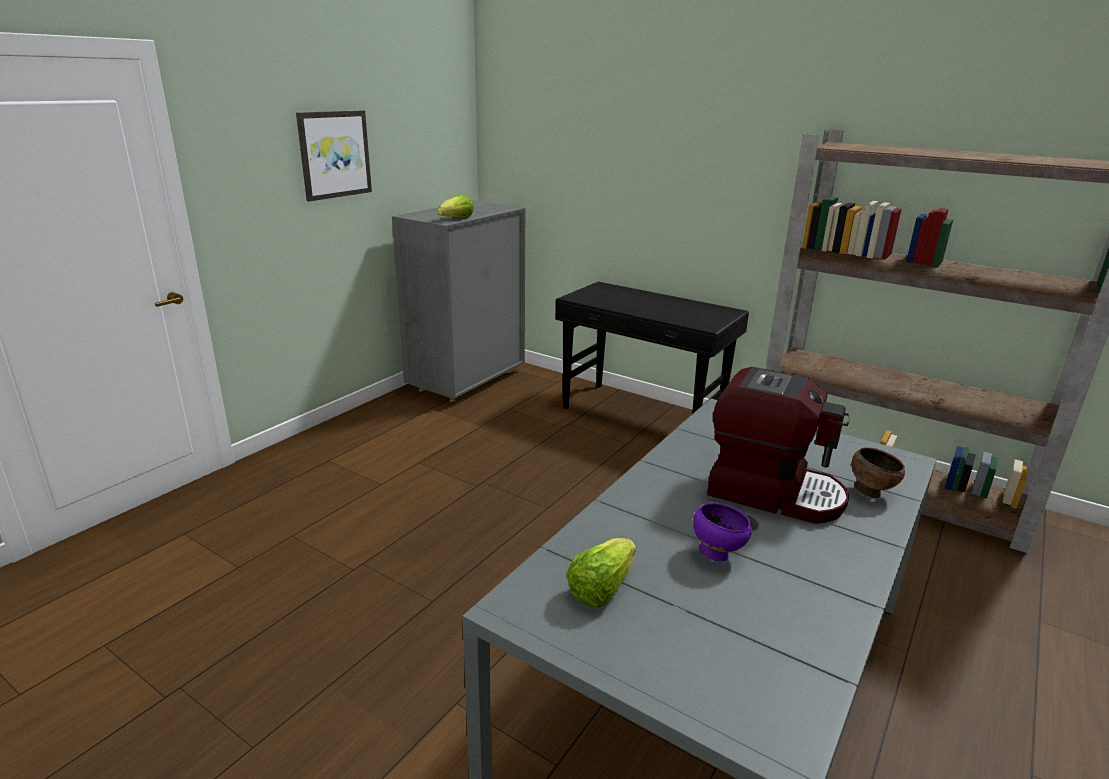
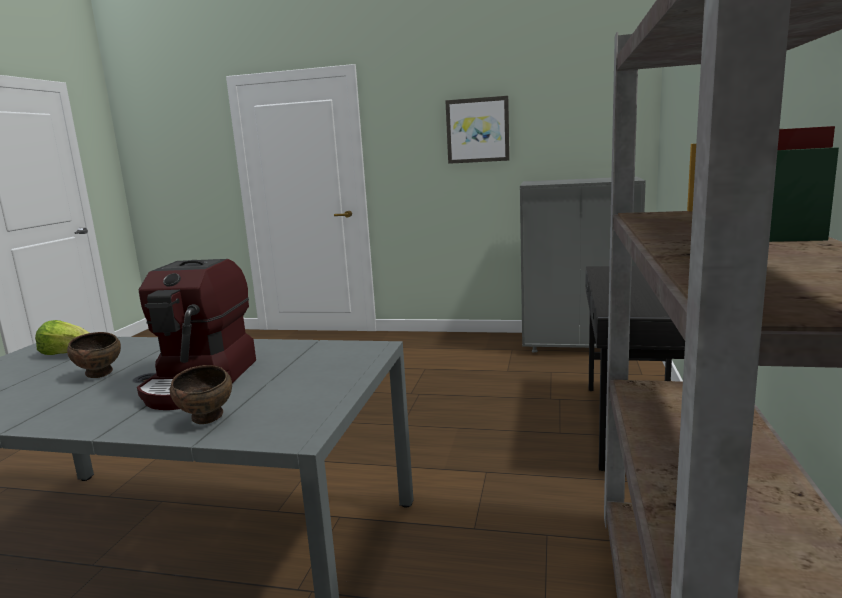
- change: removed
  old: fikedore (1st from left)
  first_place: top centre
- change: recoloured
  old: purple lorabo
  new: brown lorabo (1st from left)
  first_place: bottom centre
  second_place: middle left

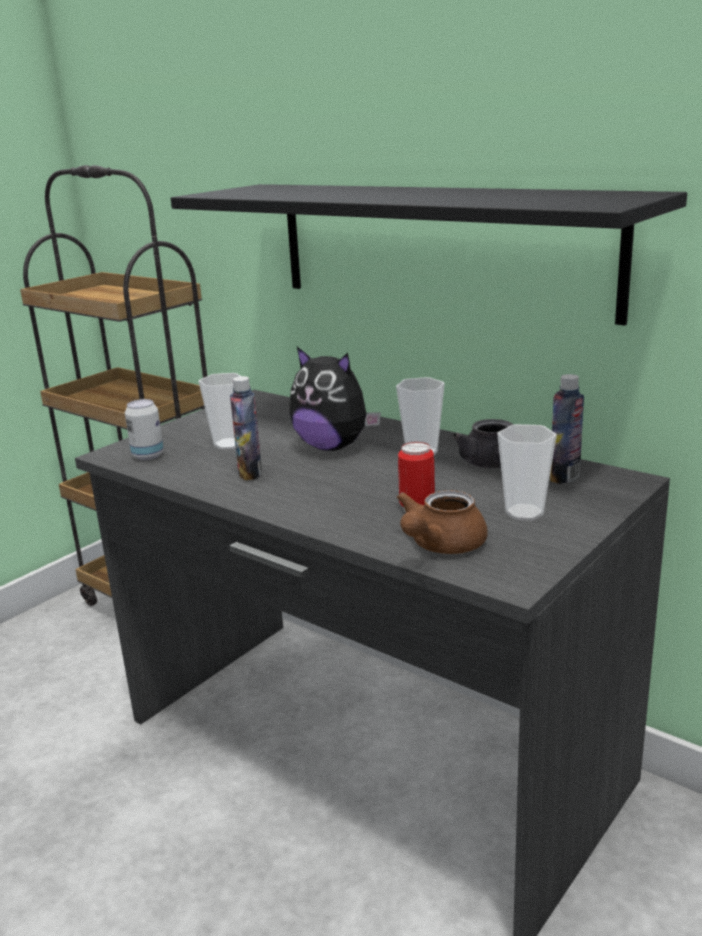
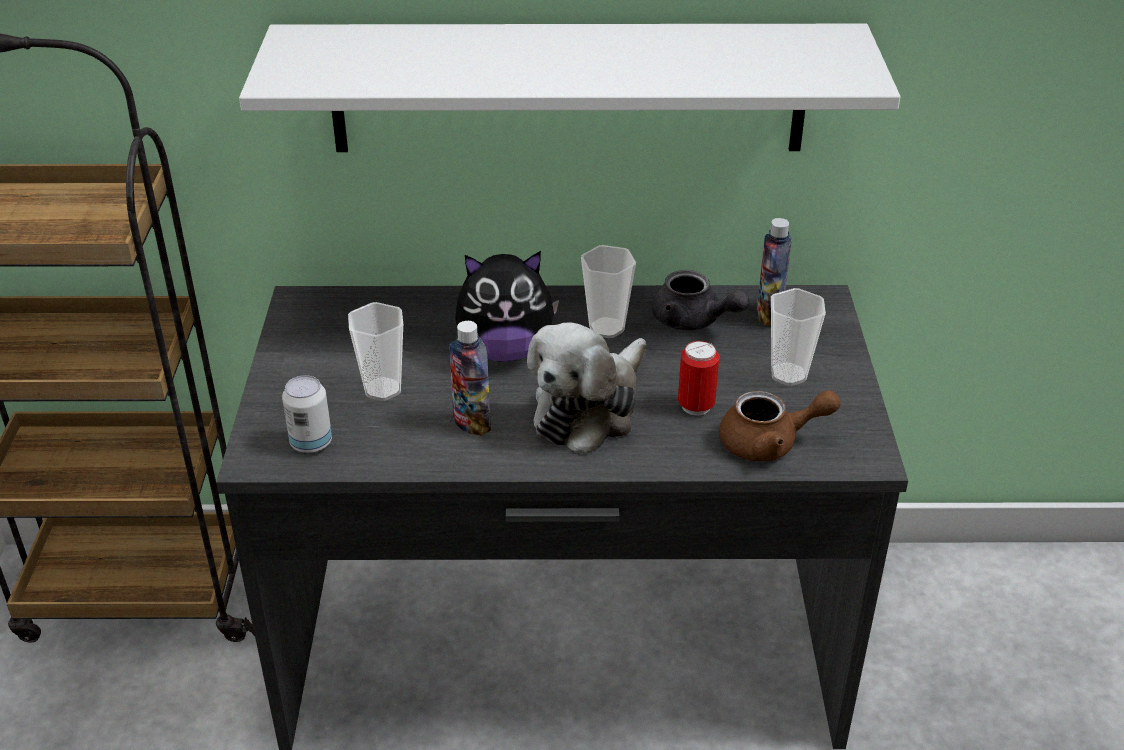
- change: recoloured
  old: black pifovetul
  new: white pifovetul
  first_place: top centre
  second_place: top centre
- change: turned
  old: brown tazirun
  first_place: centre
  second_place: middle right
  degrees: -90
- change: added
  new: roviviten (2nd from left)
  second_place: centre

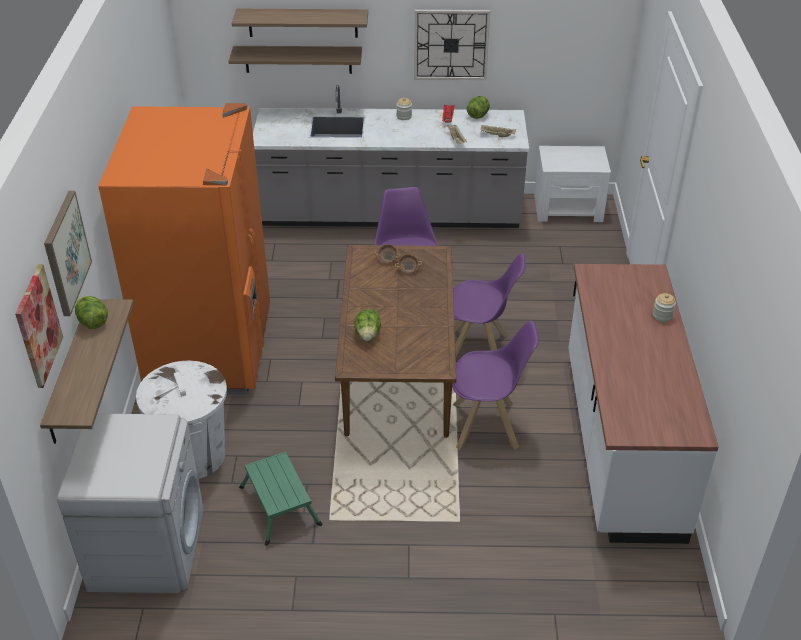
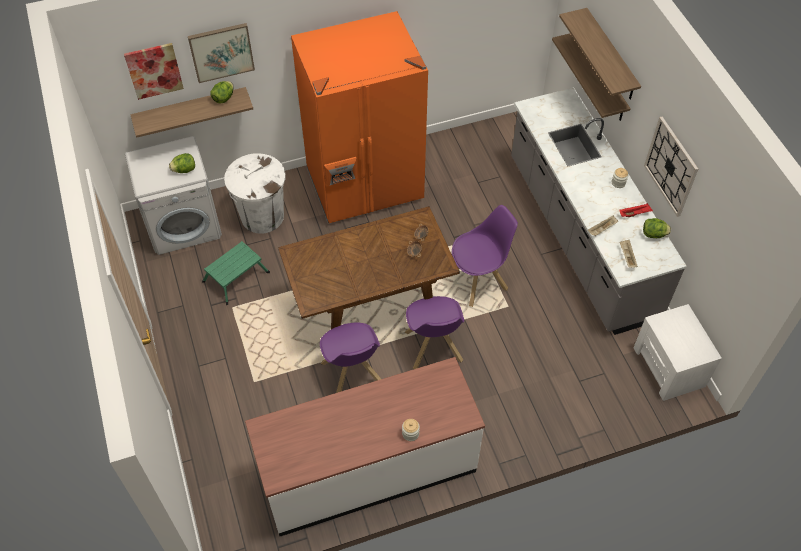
- change: moved
  old: fikedore (2nd from left in the first image)
  new: fikedore (1st from left)
  first_place: centre
  second_place: top left

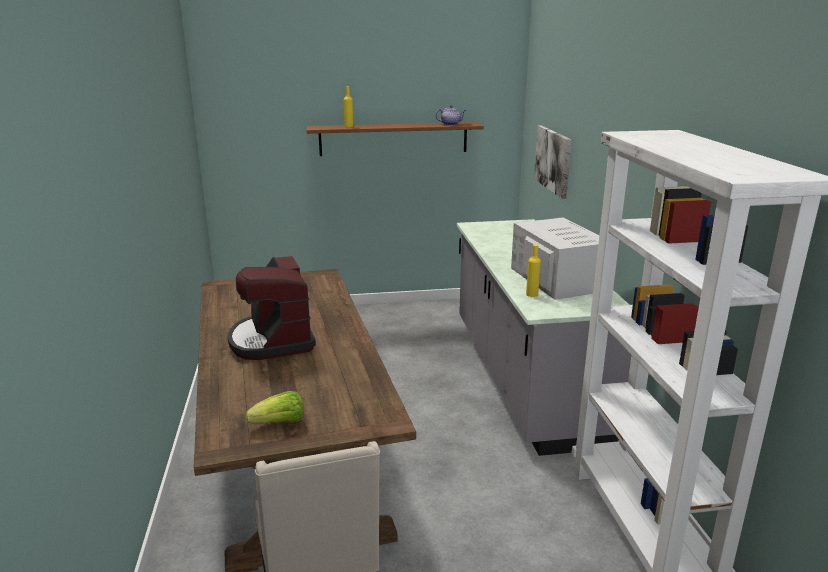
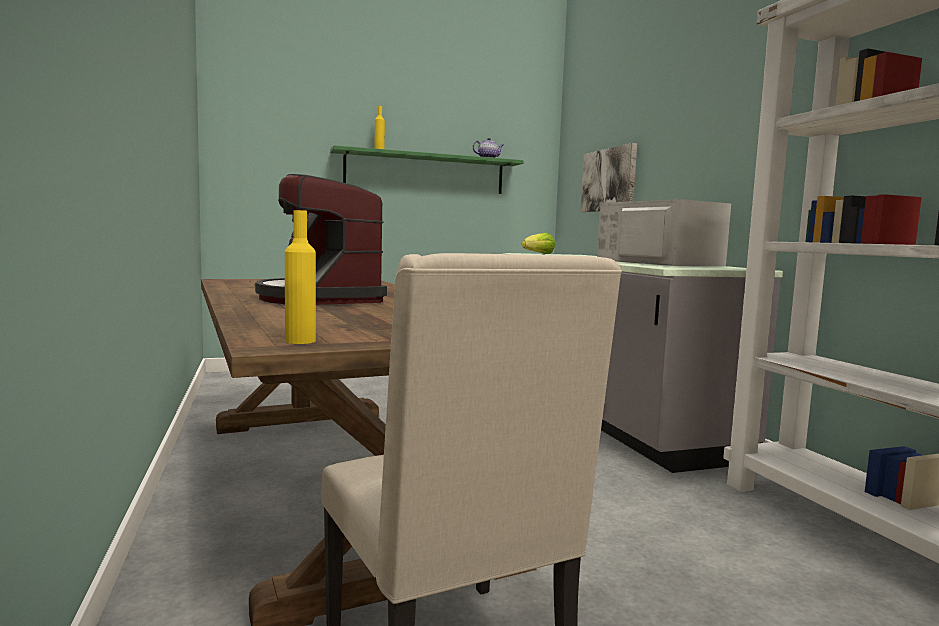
- change: recoloured
  old: brown pifovetul
  new: green pifovetul
  first_place: top centre
  second_place: top centre
- change: moved
  old: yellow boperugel (2nd from left in the first image)
  new: yellow boperugel (1st from left)
  first_place: centre
  second_place: middle left
- change: moved
  old: fikedore
  first_place: bottom left
  second_place: centre

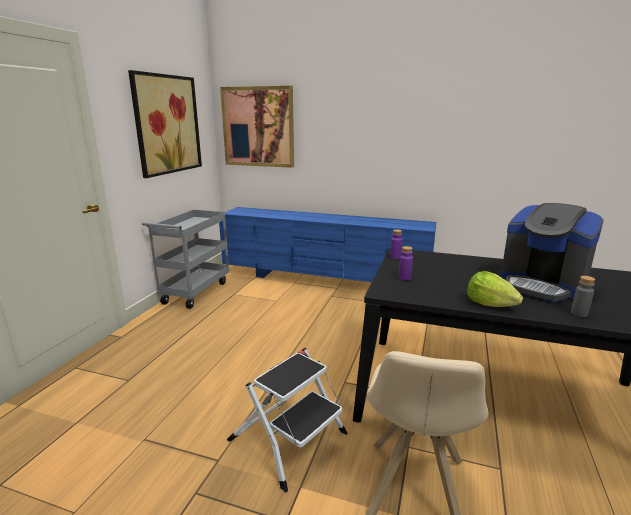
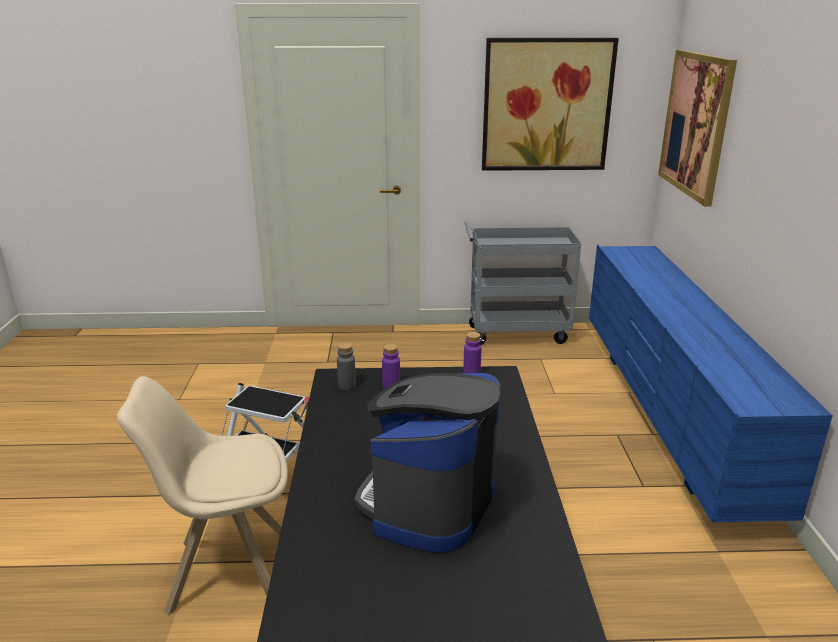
- change: removed
  old: fikedore
  first_place: middle right
- change: moved
  old: grey boperugel
  first_place: middle right
  second_place: centre

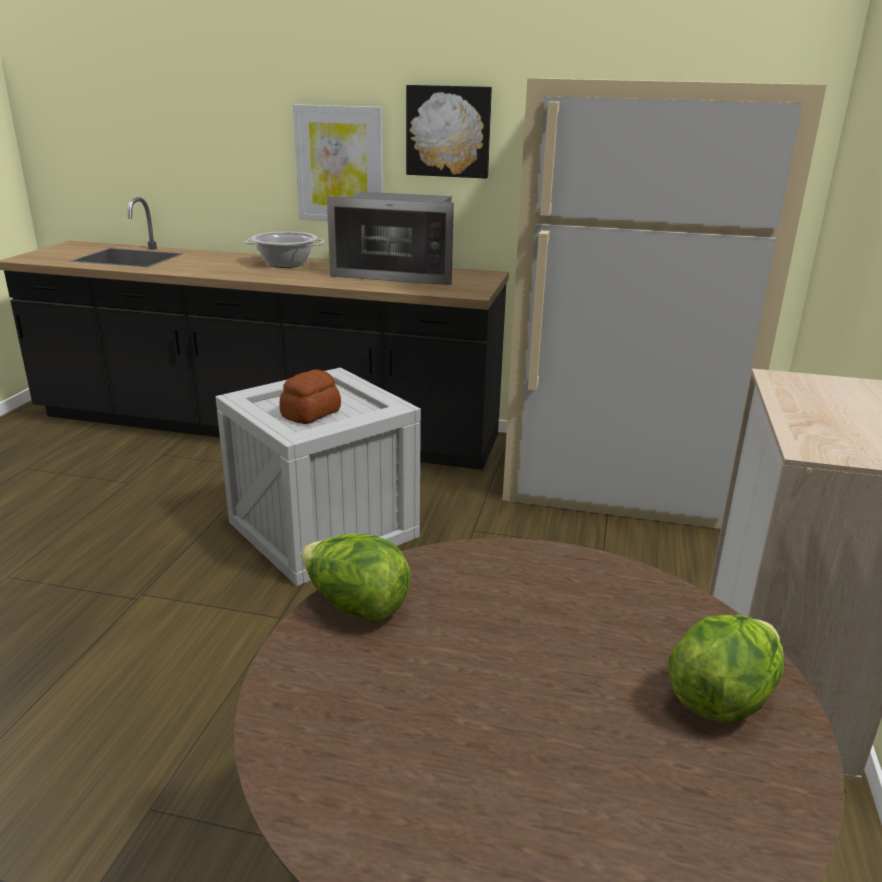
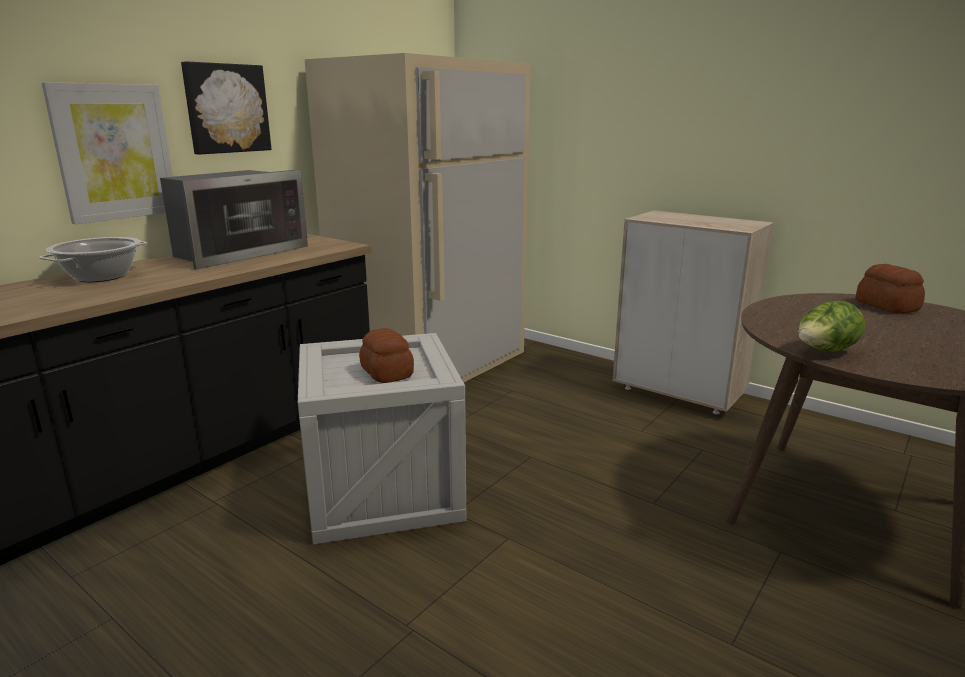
- change: replaced
  old: fikedore (2nd from left)
  new: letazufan (2nd from left)
  first_place: bottom right
  second_place: middle right

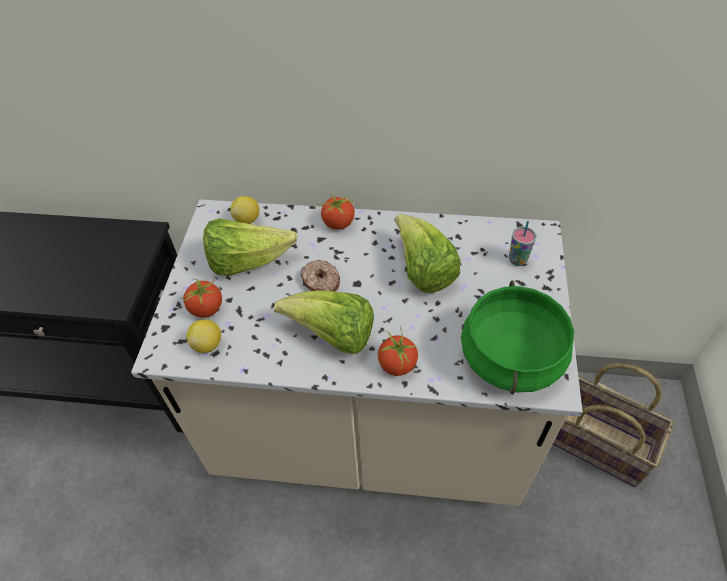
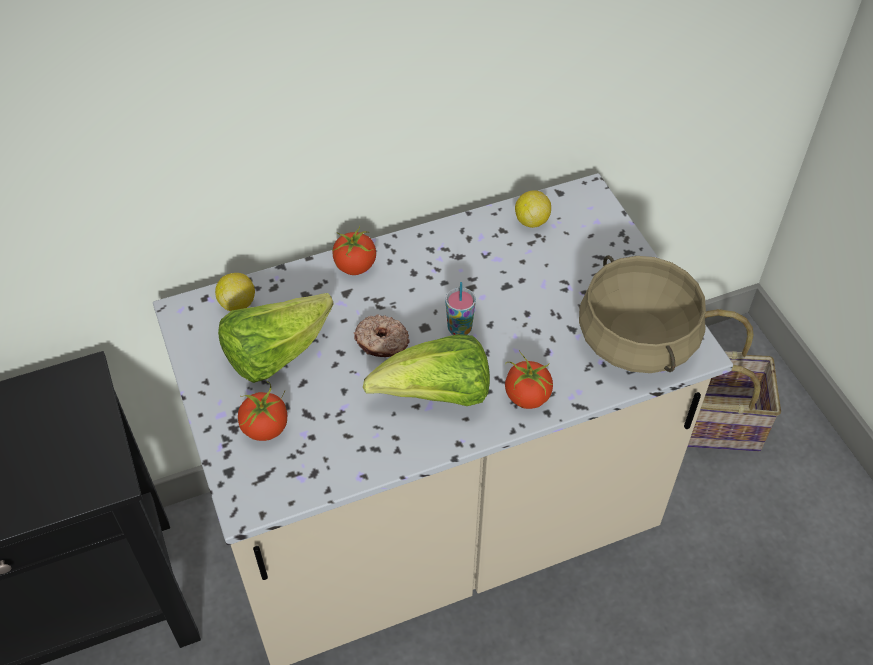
- change: removed
  old: fikedore (3rd from left)
  first_place: centre
- change: moved
  old: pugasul
  first_place: middle right
  second_place: centre
- change: recoloured
  old: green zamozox
  new: beige zamozox
  first_place: middle right
  second_place: middle right
- change: moved
  old: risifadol (1st from left in the first image)
  new: risifadol (2nd from left)
  first_place: middle left
  second_place: top centre

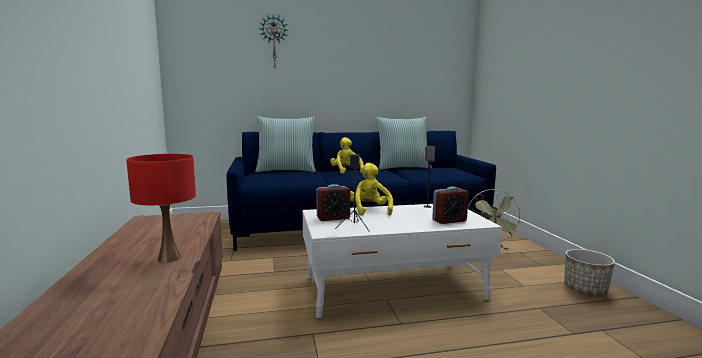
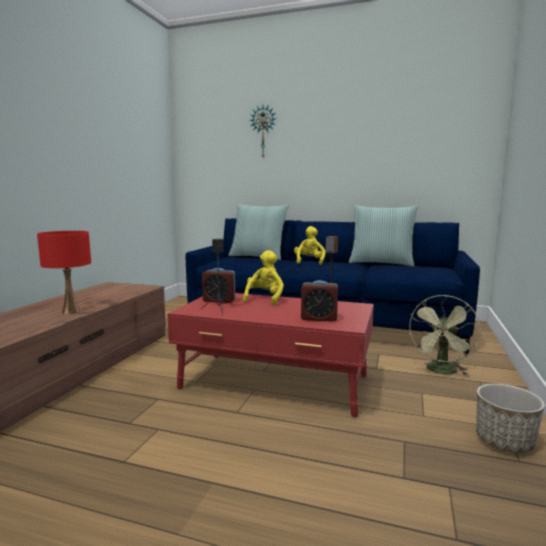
- change: recoloured
  old: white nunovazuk
  new: red nunovazuk
  first_place: bottom centre
  second_place: centre

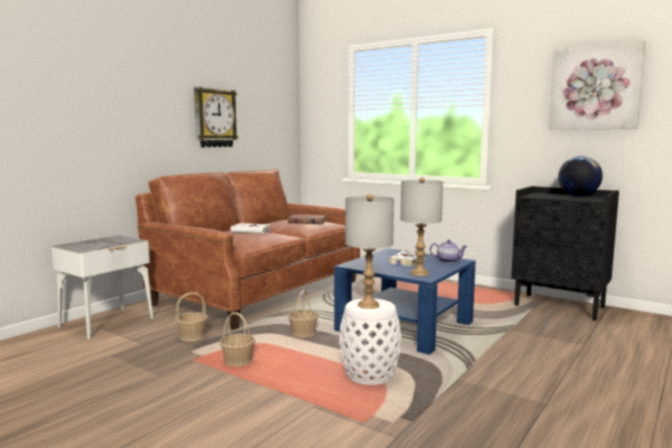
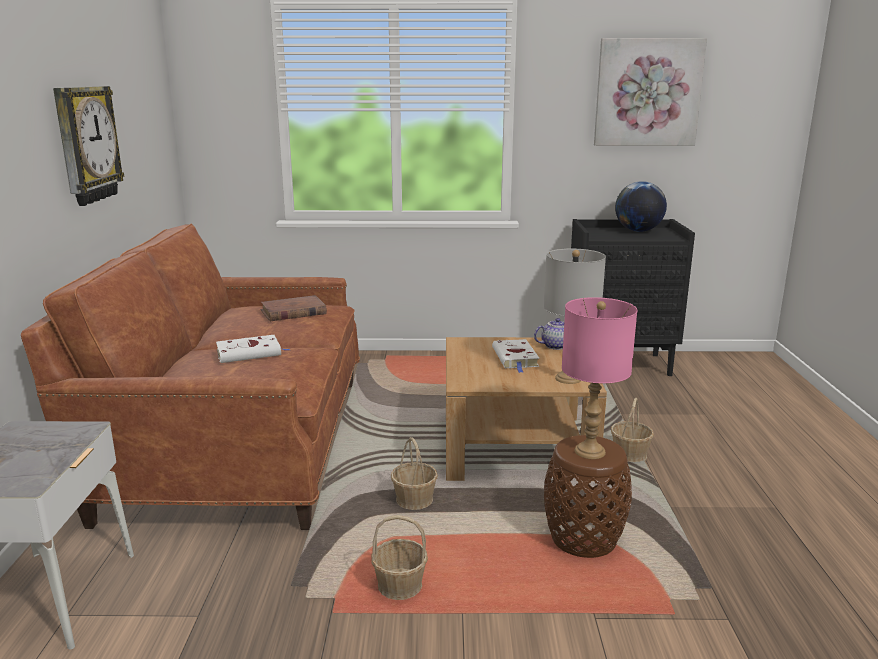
- change: recoloured
  old: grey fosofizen (1st from left)
  new: pink fosofizen
  first_place: centre
  second_place: middle right
- change: recoloured
  old: blue nunovazuk
  new: brown nunovazuk
  first_place: bottom centre
  second_place: centre
- change: moved
  old: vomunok (1st from left in the first image)
  new: vomunok (3rd from left)
  first_place: bottom left
  second_place: middle right
- change: recoloured
  old: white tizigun
  new: brown tizigun
  first_place: bottom centre
  second_place: bottom right

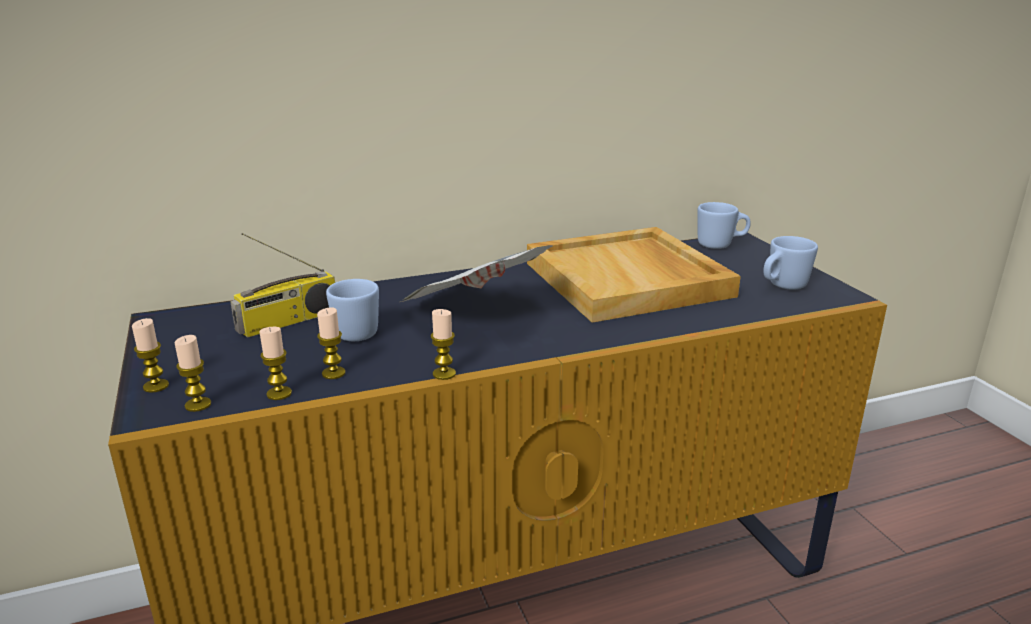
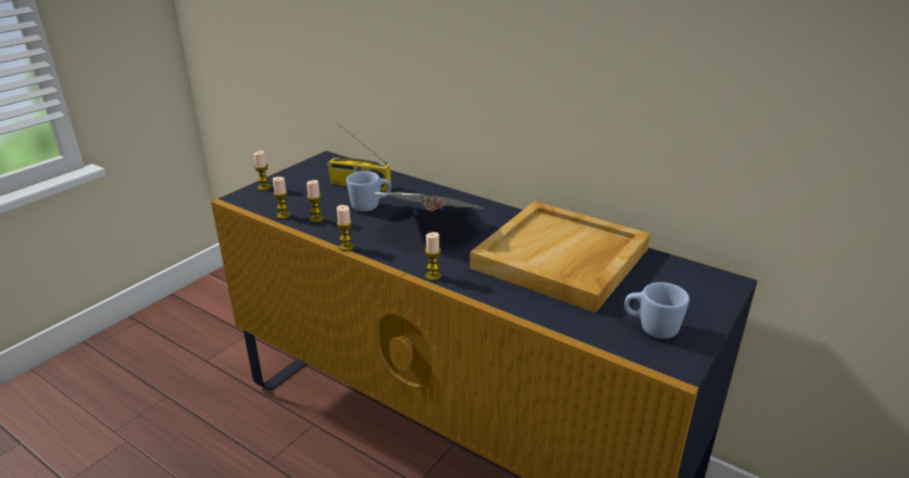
- change: removed
  old: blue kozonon (2nd from left)
  first_place: middle right
- change: moved
  old: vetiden (2nd from left in the first image)
  new: vetiden (5th from left)
  first_place: middle left
  second_place: centre

